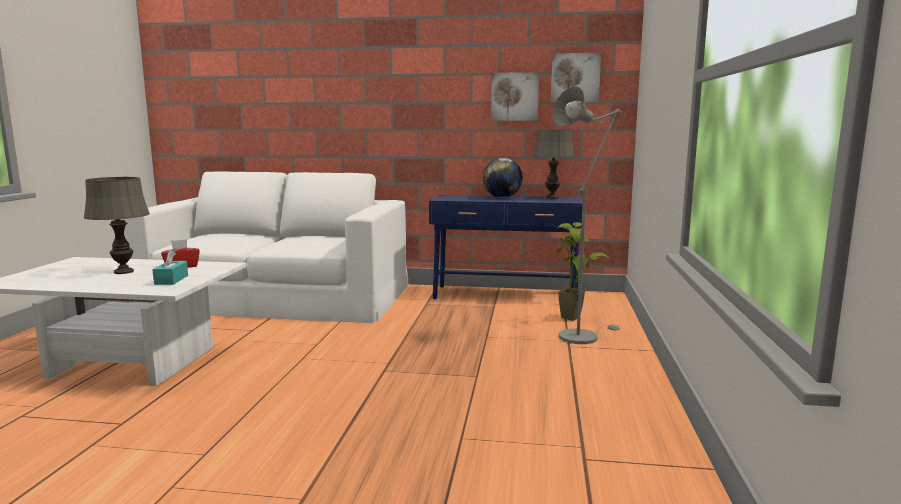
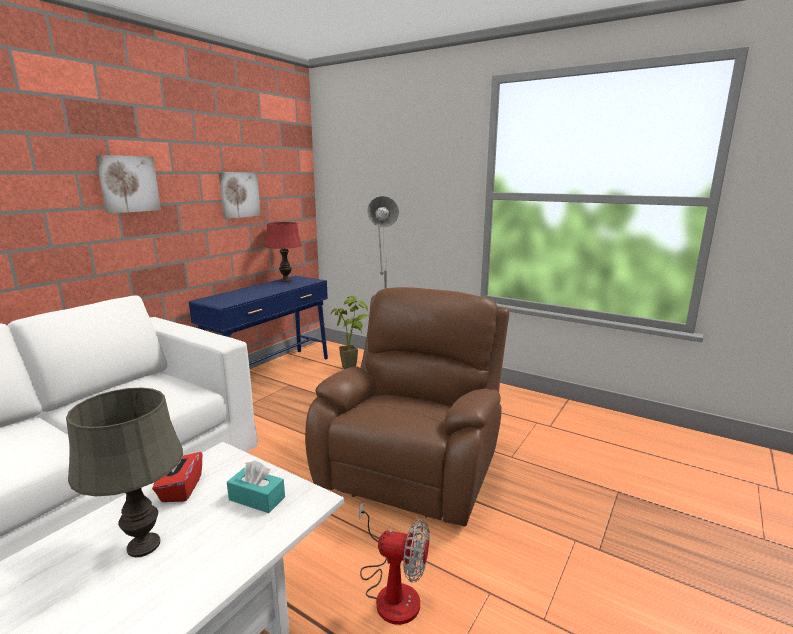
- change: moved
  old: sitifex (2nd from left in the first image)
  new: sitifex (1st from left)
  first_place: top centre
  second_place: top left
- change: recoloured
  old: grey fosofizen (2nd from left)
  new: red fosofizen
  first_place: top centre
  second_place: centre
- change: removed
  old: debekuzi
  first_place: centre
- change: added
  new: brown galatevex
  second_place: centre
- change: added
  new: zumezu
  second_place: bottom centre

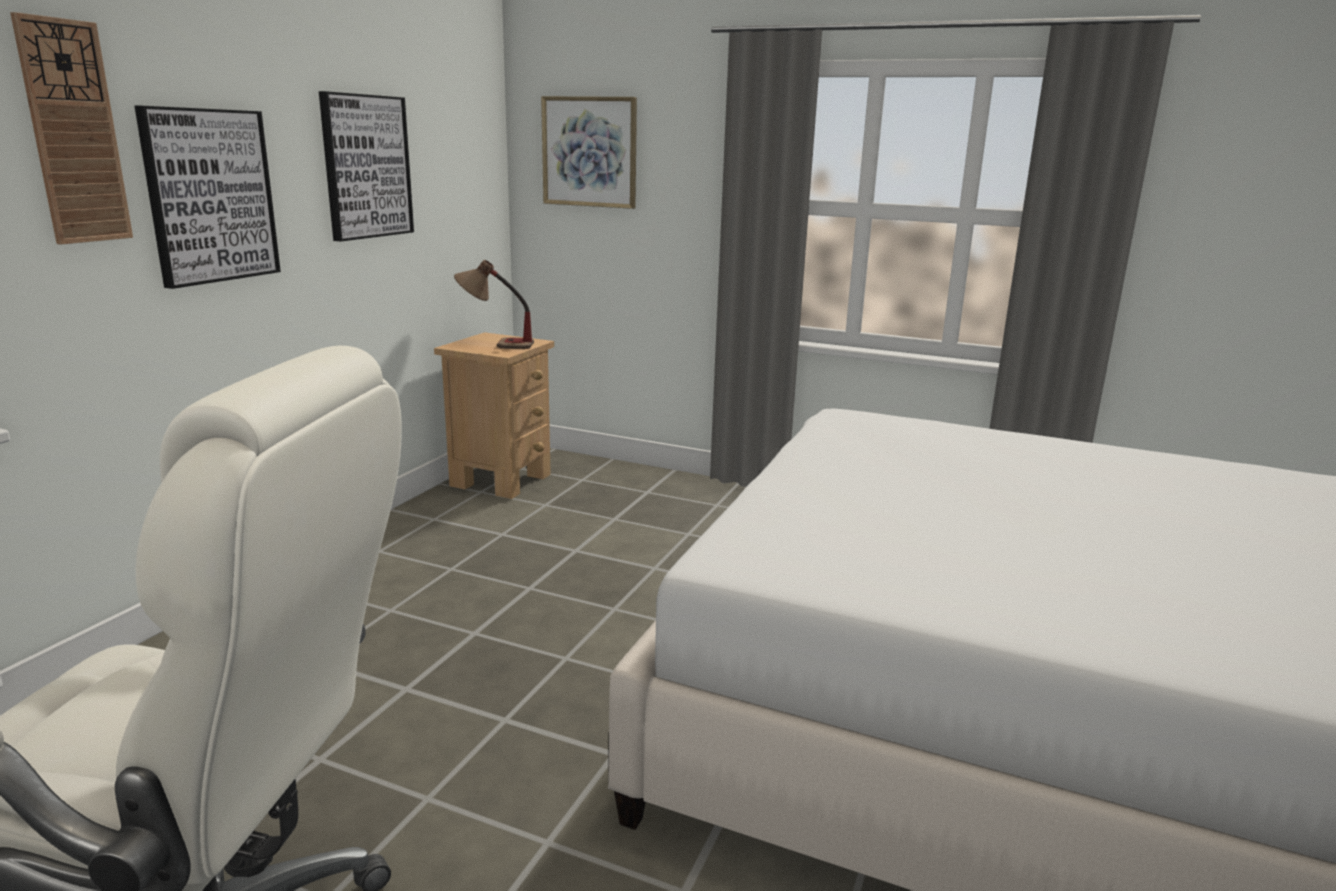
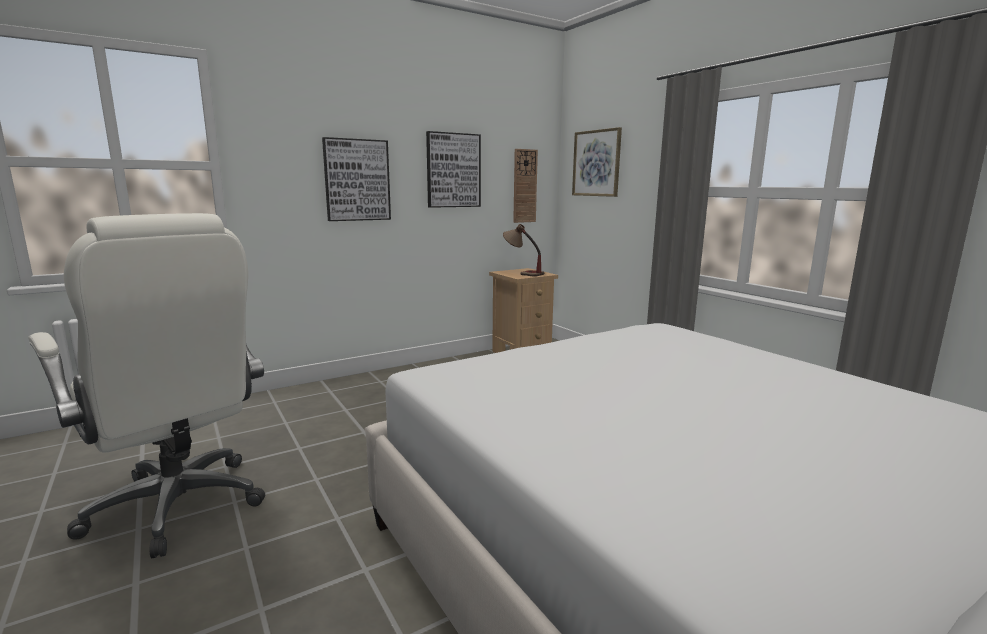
- change: moved
  old: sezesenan
  first_place: top left
  second_place: top centre

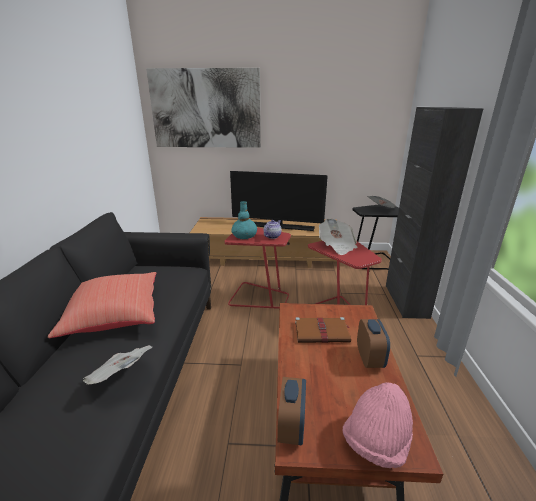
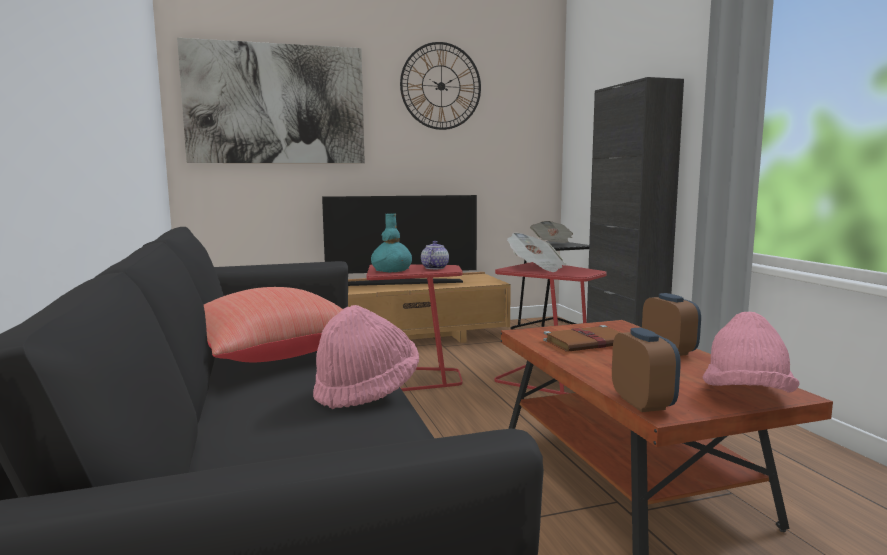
- change: replaced
  old: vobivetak (1st from left)
  new: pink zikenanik (1st from left)
  first_place: bottom left
  second_place: centre
- change: added
  new: sezesenan
  second_place: top centre

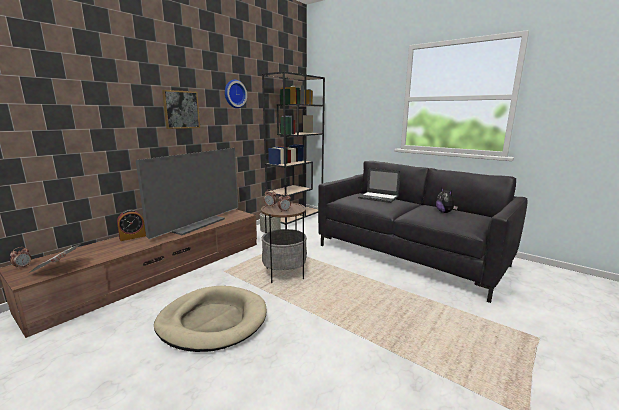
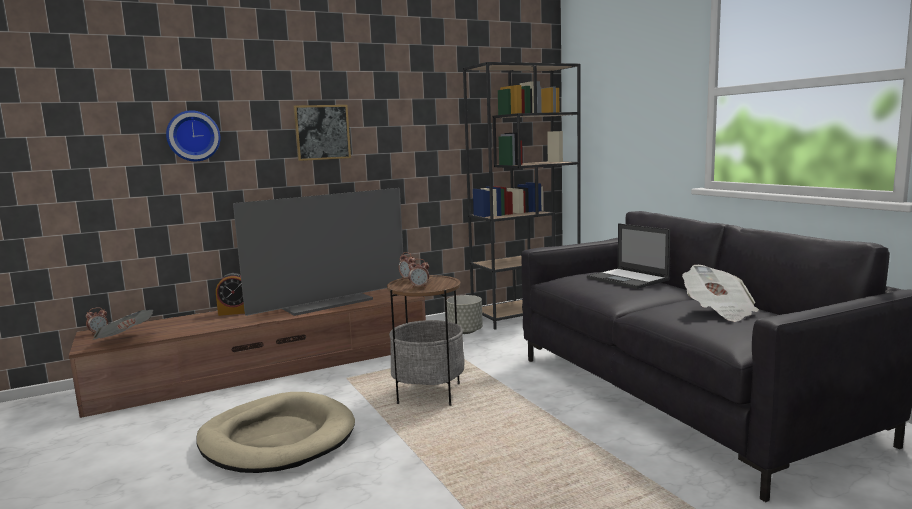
- change: moved
  old: sezesenan
  first_place: top centre
  second_place: top left
- change: replaced
  old: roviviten
  new: vobivetak (2nd from left)
  first_place: middle right
  second_place: middle right

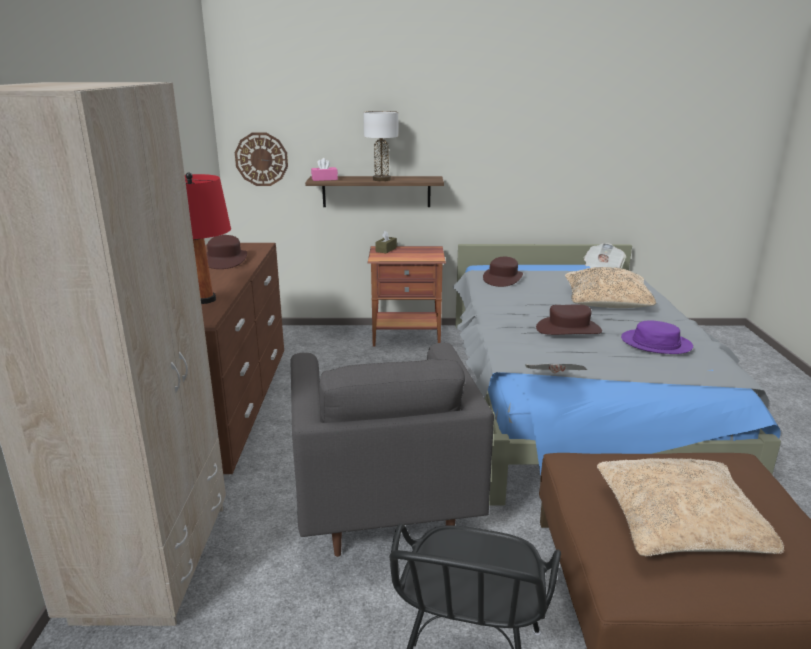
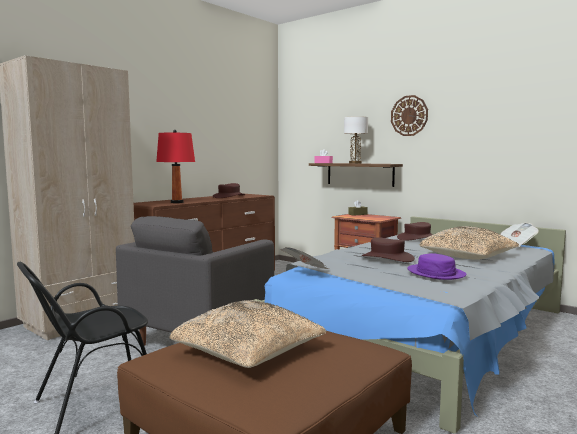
- change: moved
  old: sezesenan
  first_place: top left
  second_place: top right

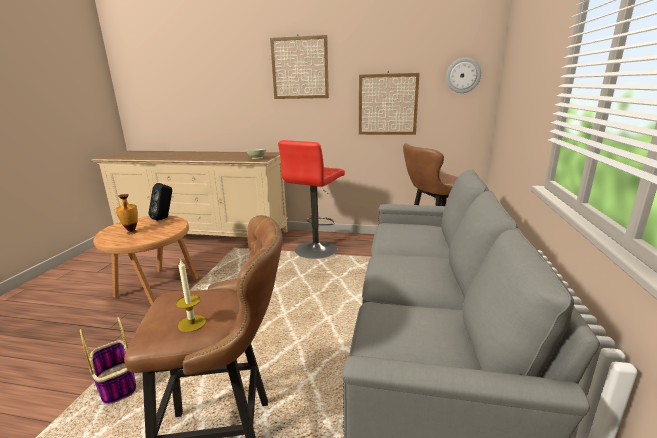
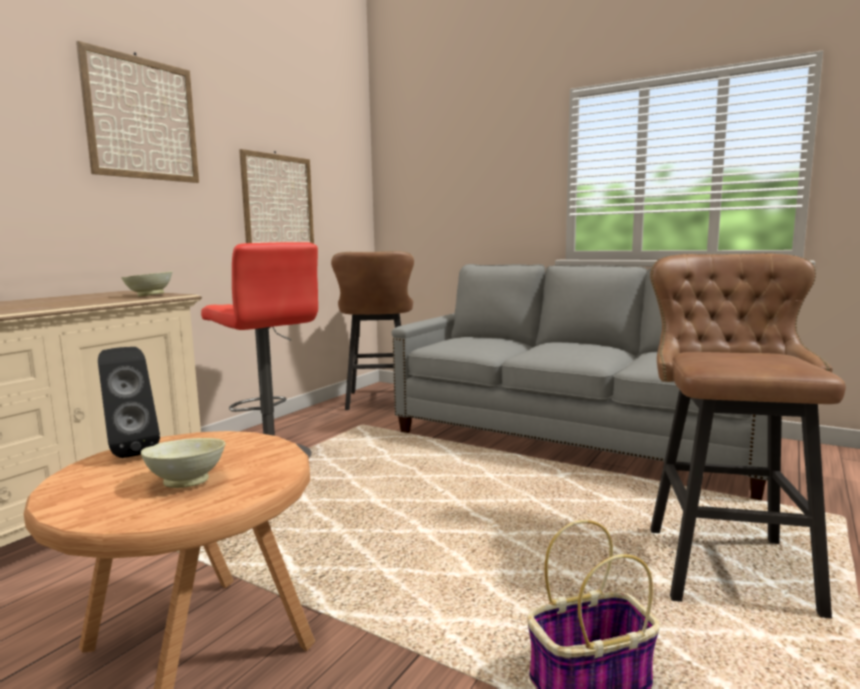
- change: removed
  old: sezesenan
  first_place: top right
- change: replaced
  old: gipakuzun
  new: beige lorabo (2nd from left)
  first_place: middle left
  second_place: bottom left
- change: removed
  old: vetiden
  first_place: bottom left

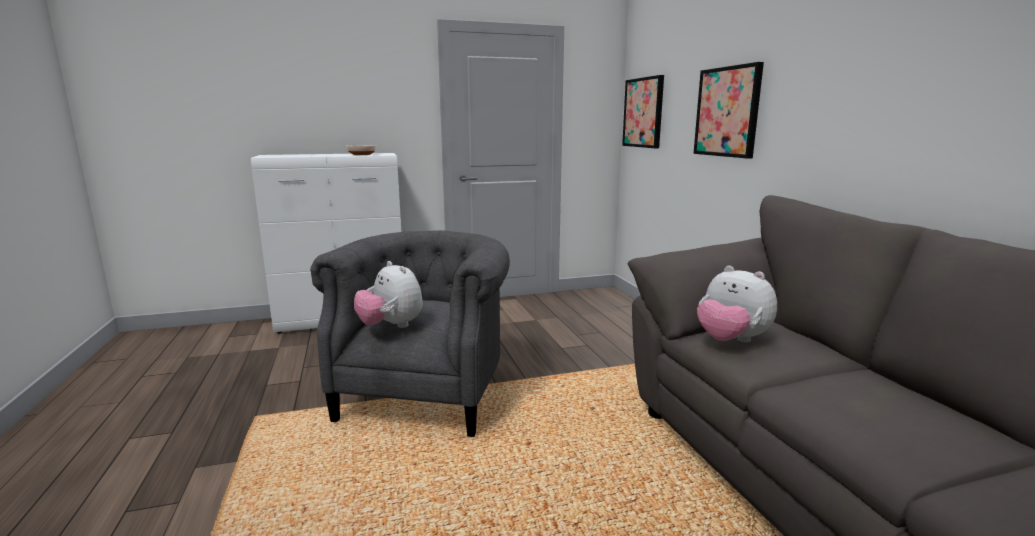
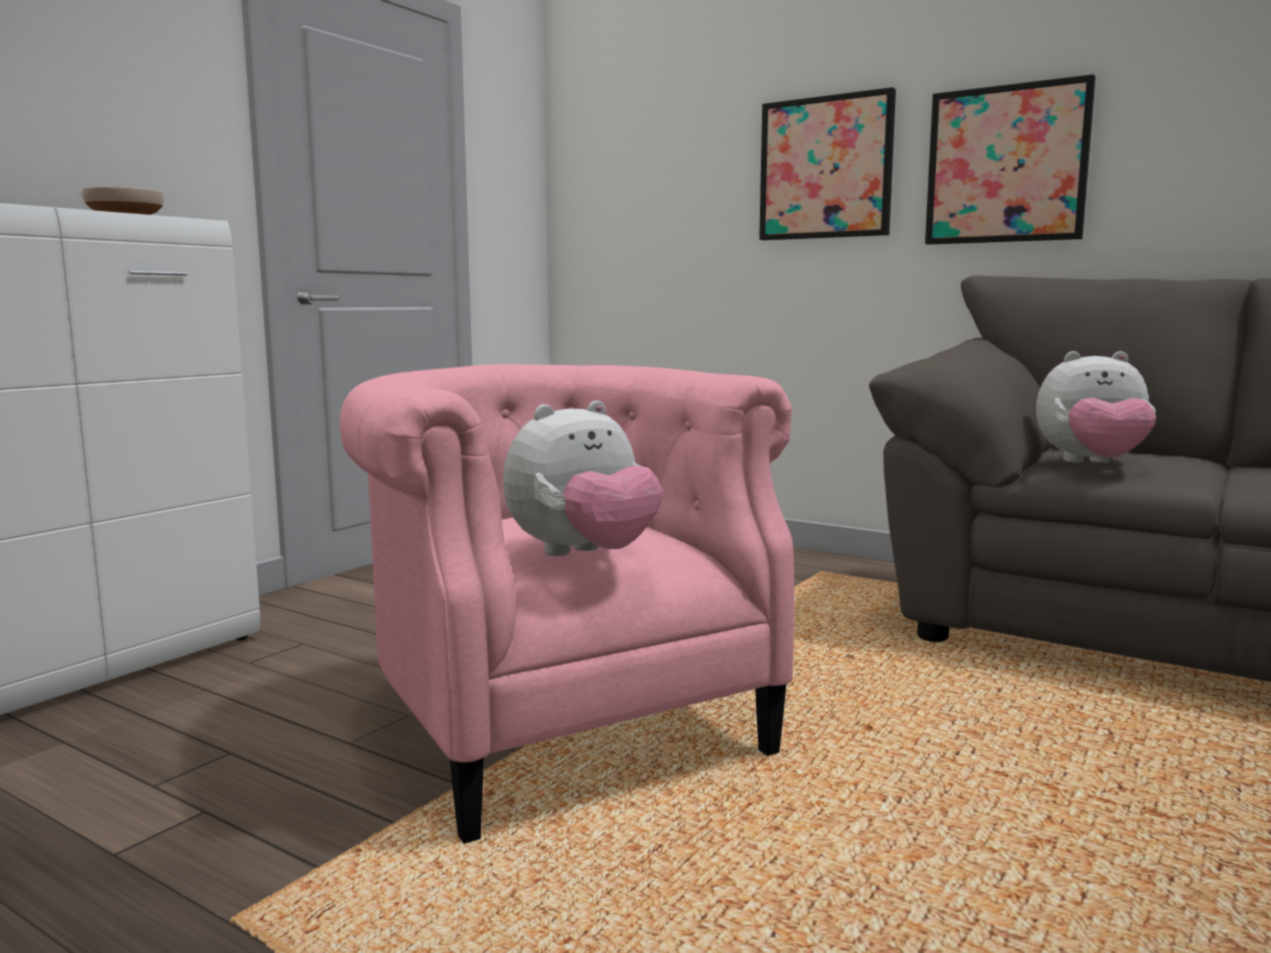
- change: moved
  old: sitifex (1st from left in the first image)
  new: sitifex (2nd from left)
  first_place: top centre
  second_place: top right
- change: recoloured
  old: grey galatevex
  new: pink galatevex
  first_place: centre
  second_place: centre
- change: turned
  old: roviviten (1st from left)
  first_place: centre
  second_place: centre
  degrees: -45

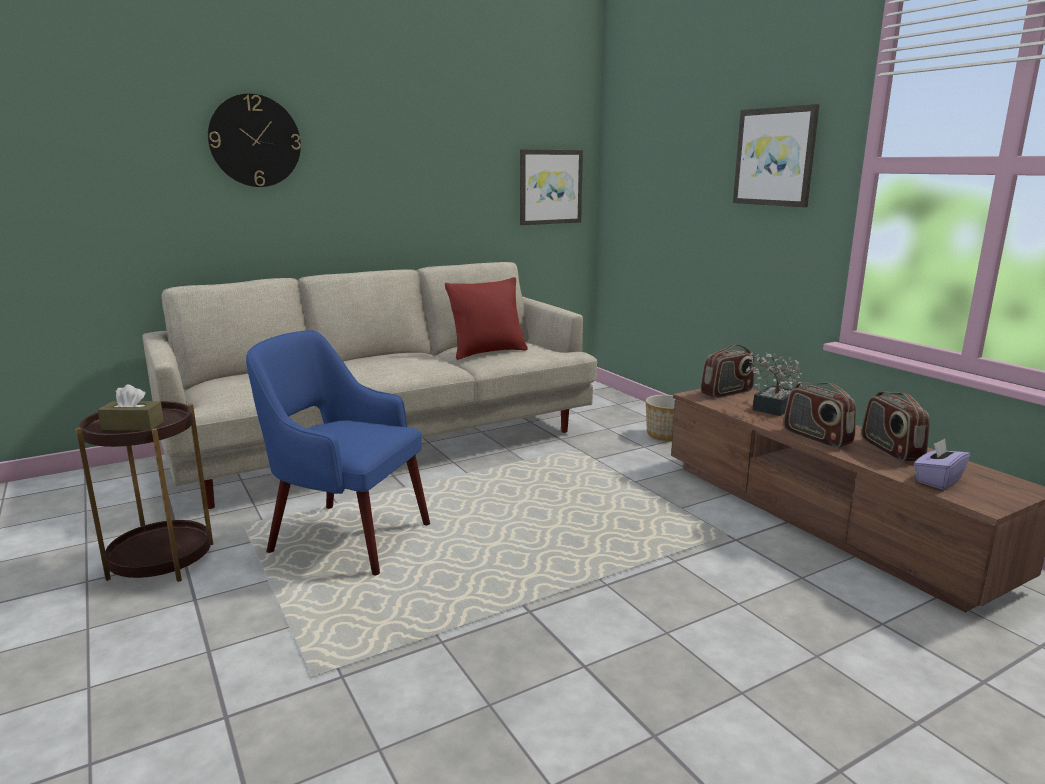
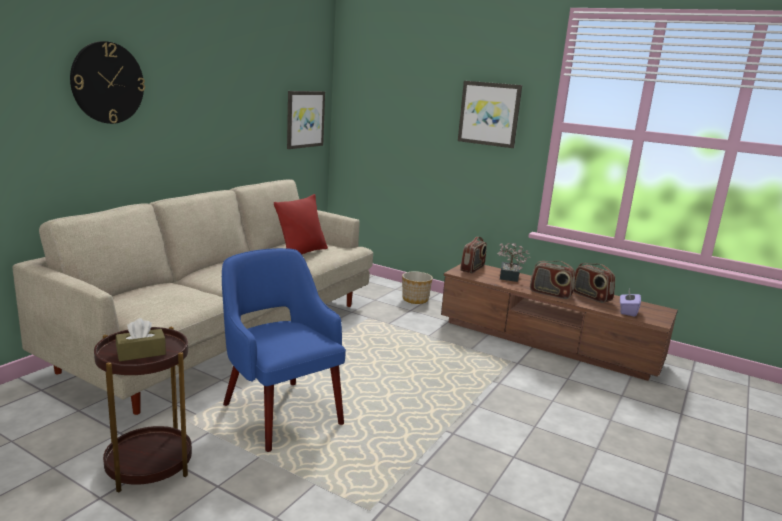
- change: turned
  old: blue galatevex
  first_place: middle left
  second_place: bottom centre
  degrees: 60

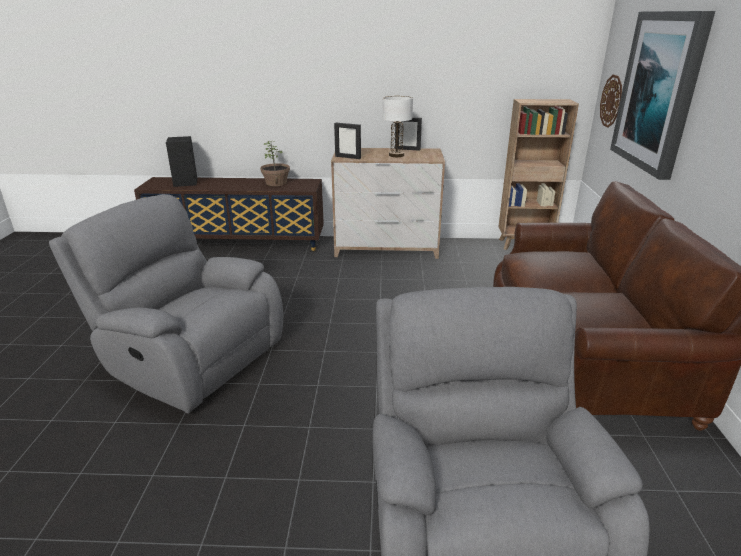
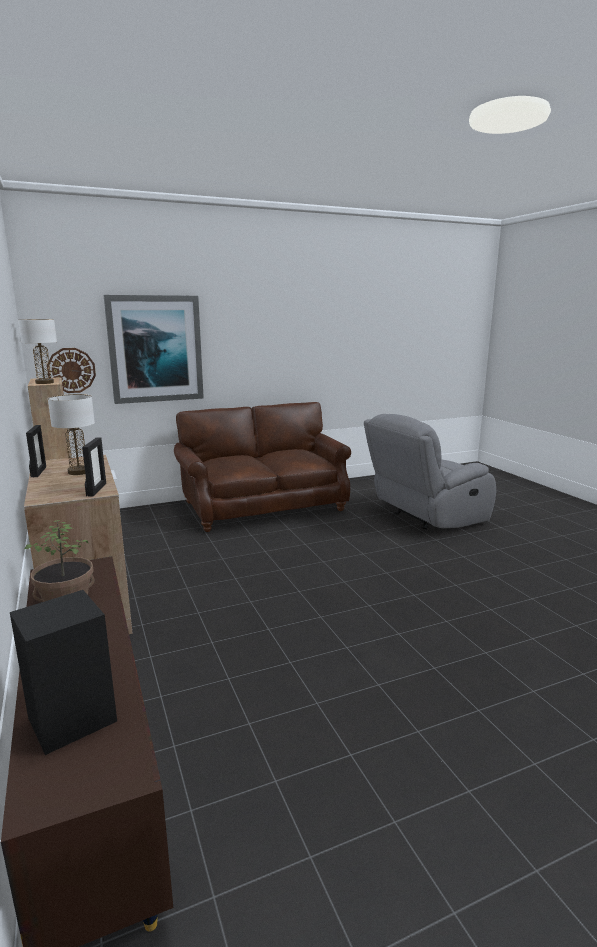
- change: removed
  old: grey galatevex (1st from left)
  first_place: middle left
- change: added
  new: fosofizen (1st from left)
  second_place: middle left

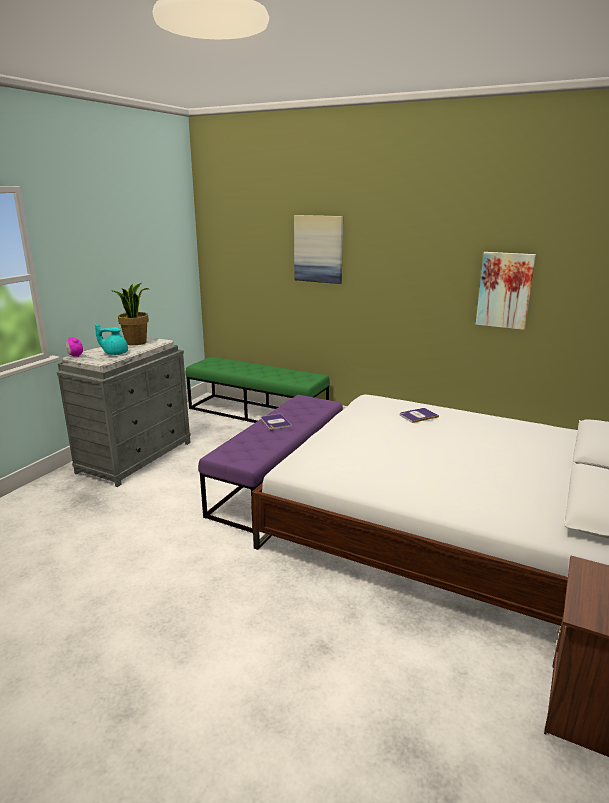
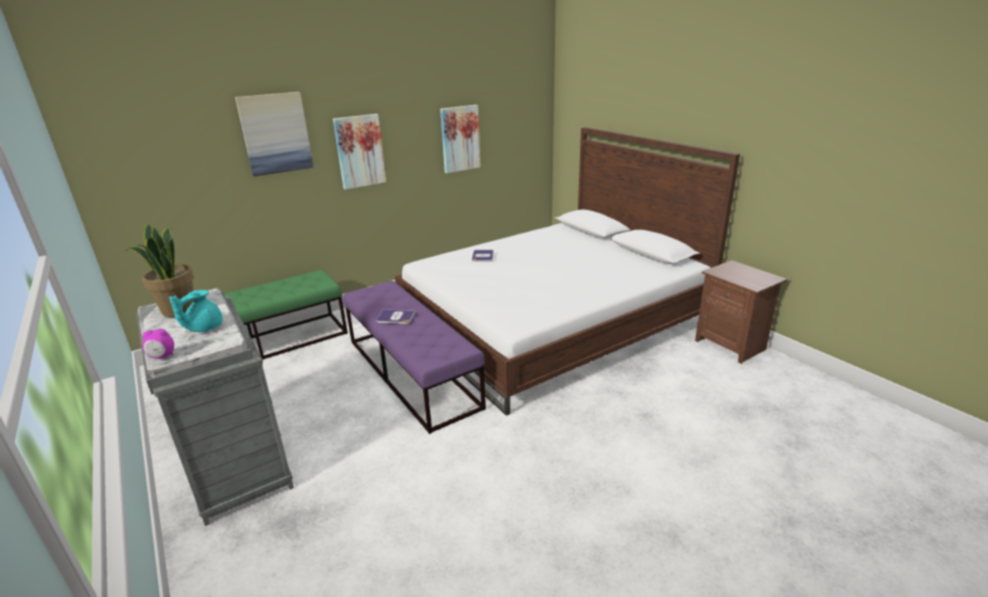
- change: added
  new: sitifex (2nd from left)
  second_place: top centre

